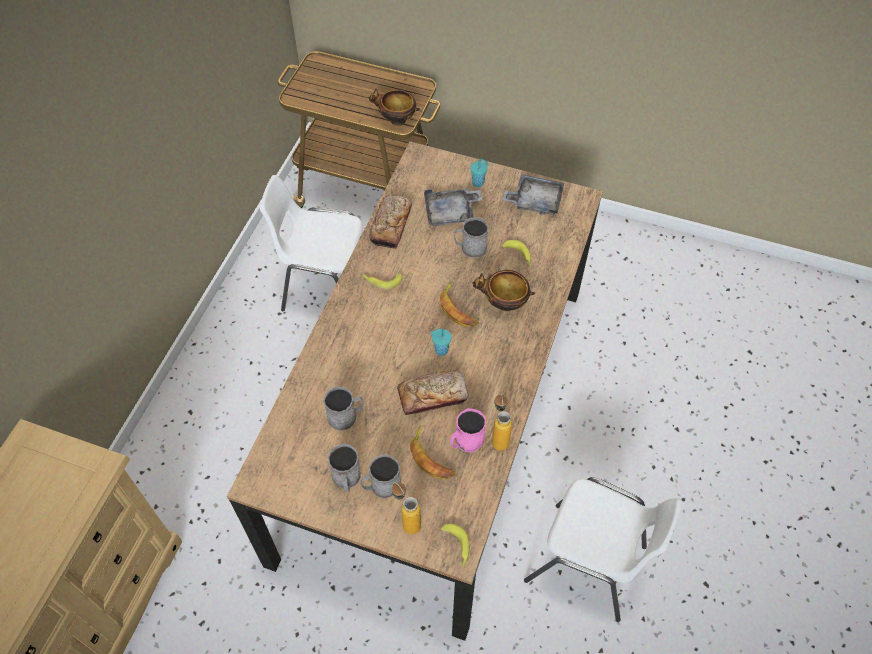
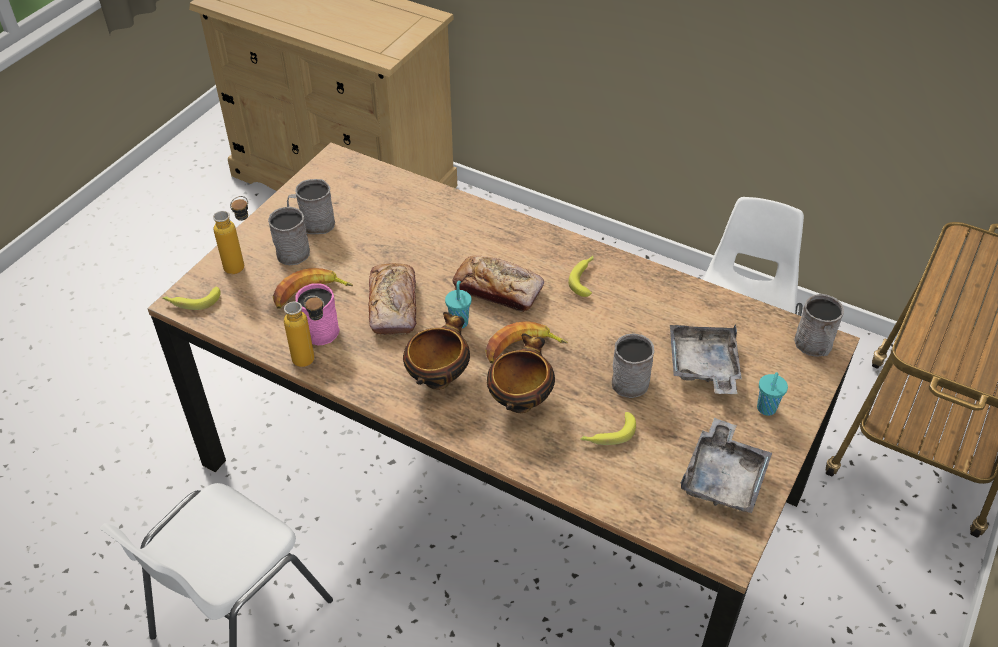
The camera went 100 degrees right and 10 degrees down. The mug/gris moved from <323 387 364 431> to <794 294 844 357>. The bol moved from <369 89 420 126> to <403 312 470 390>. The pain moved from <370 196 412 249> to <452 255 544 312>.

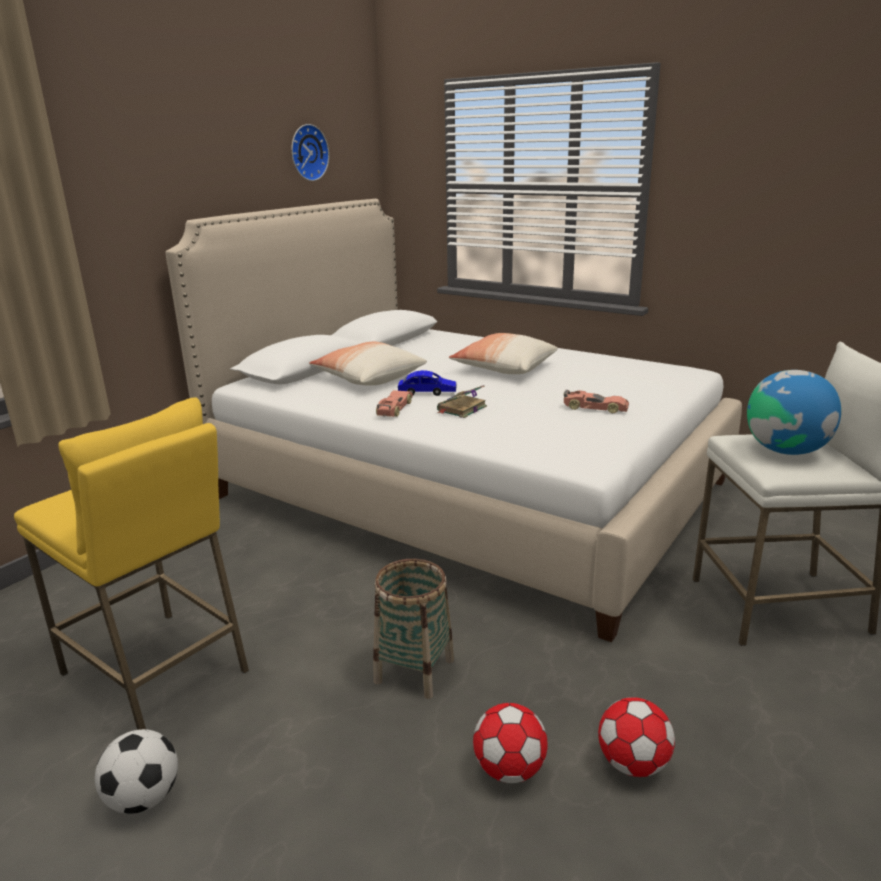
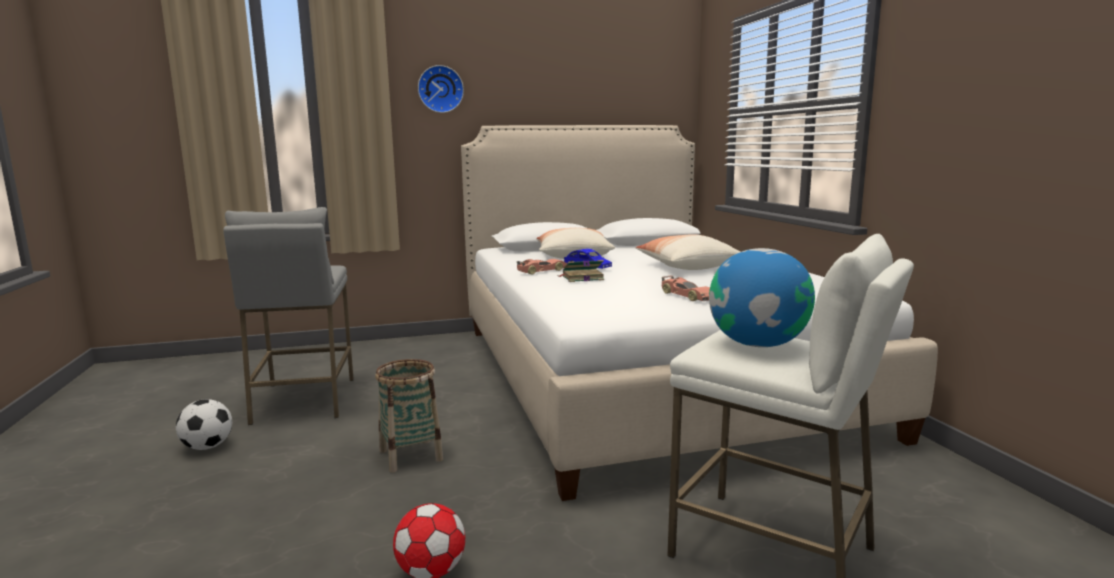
The camera went 40 degrees right and 10 degrees down. The ballon de foot at <473 703 548 783> disappeared. The horloge murale moved from <291 124 329 181> to <418 65 464 113>. The tabouret/jaune at <14 397 249 730> became the tabouret/gris at <223 207 354 425>.

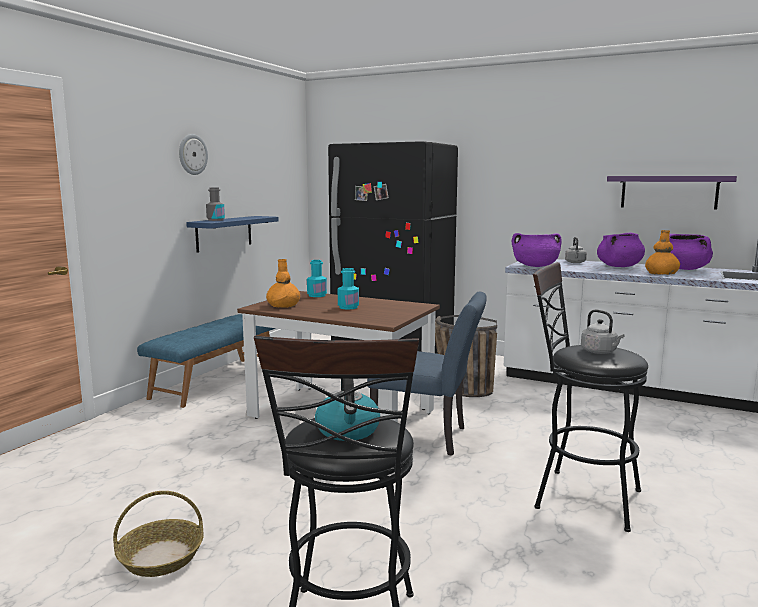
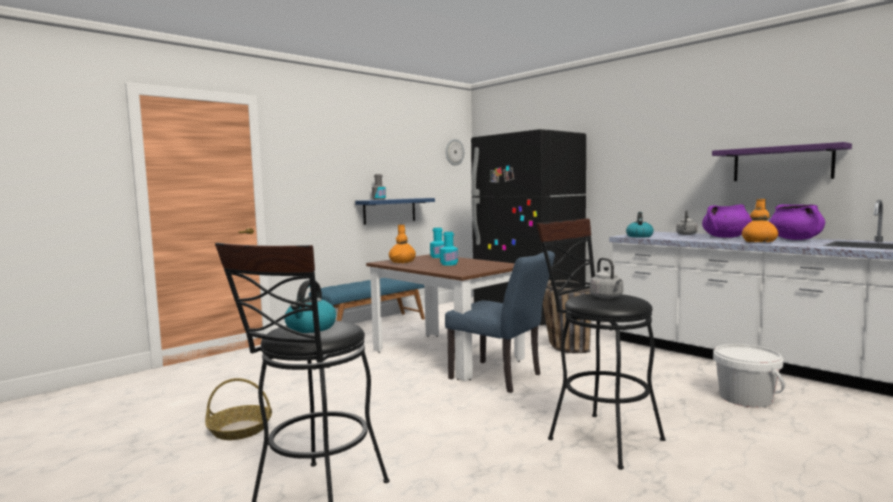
The camera went 20 degrees right and 5 degrees down. The seau/blanc at <713 344 785 408> appeared. The horloge murale moved from <179 134 208 175> to <446 139 465 166>. The marmite/violet at <512 233 562 267> was replaced by the bouilloire at <626 212 654 238>.

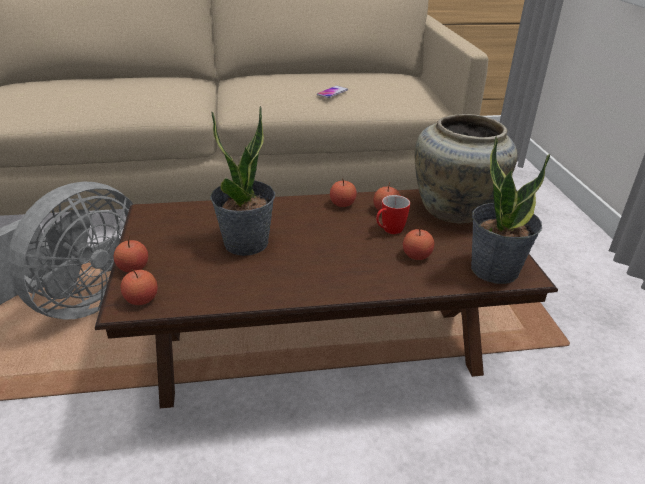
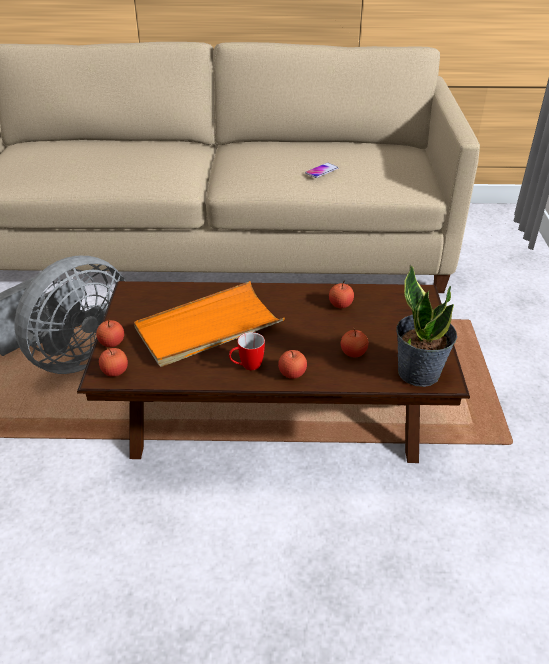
The camera went 10 degrees right and 5 degrees up. The vase/beige at <414 114 518 223> disappeared. The pomme moved from <330 178 357 207> to <278 350 307 379>. The mug moved from <376 195 410 234> to <229 332 265 370>. The plante en pot at <210 106 275 256> was replaced by the plateau/orange at <134 281 285 366>.

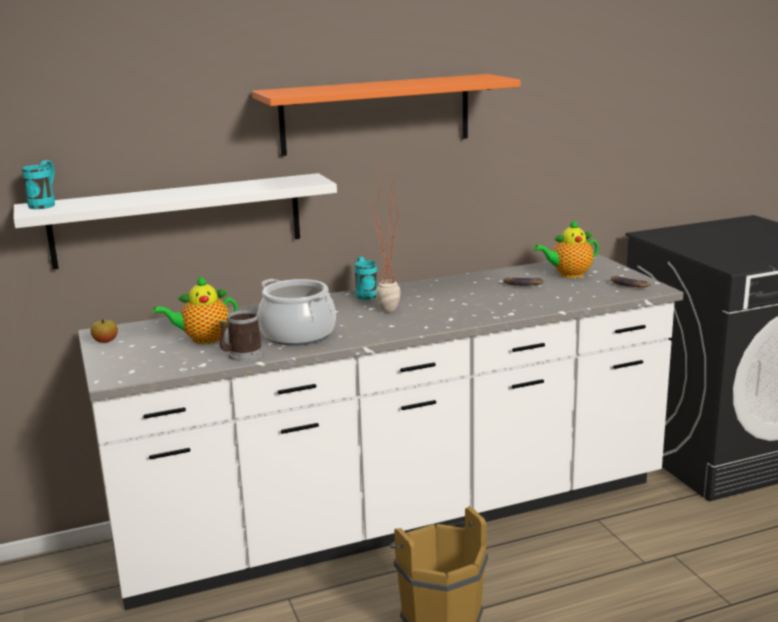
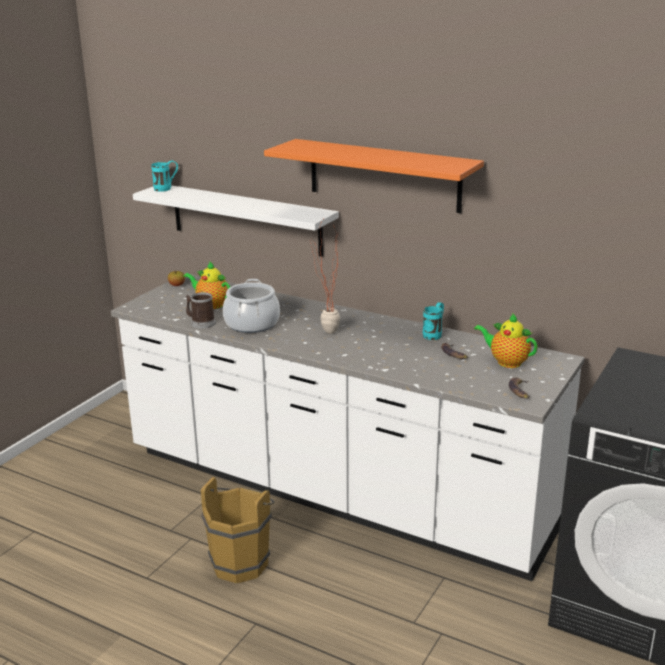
The camera went 50 degrees right and 5 degrees up. The mug/turquoise moved from <354 256 377 300> to <423 302 444 340>.

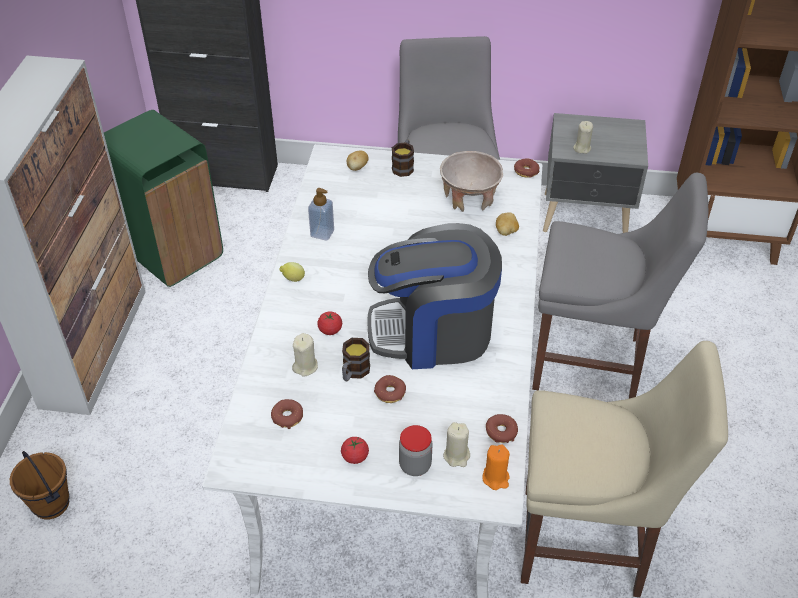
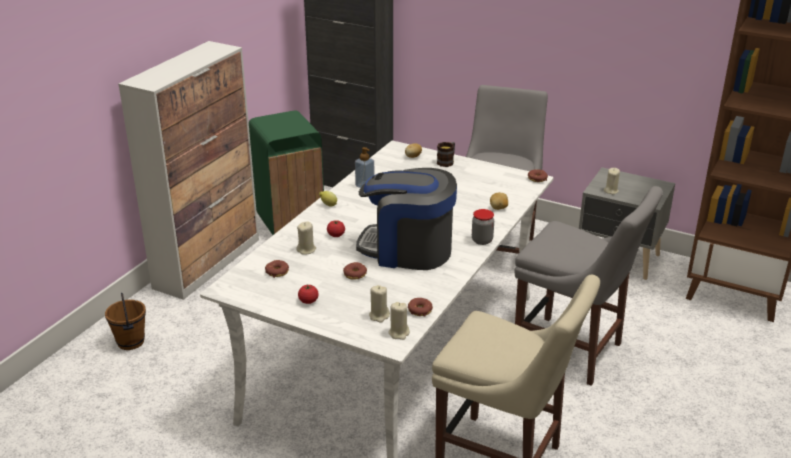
The camera went 20 degrees right and 15 degrees down. The mug at <342 338 370 381> disappeared. The bol/beige at <440 151 503 212> disappeared. The bocal moved from <399 425 433 476> to <472 209 494 245>. The bougie/orange at <482 444 510 490> became the bougie/beige at <388 302 410 340>.

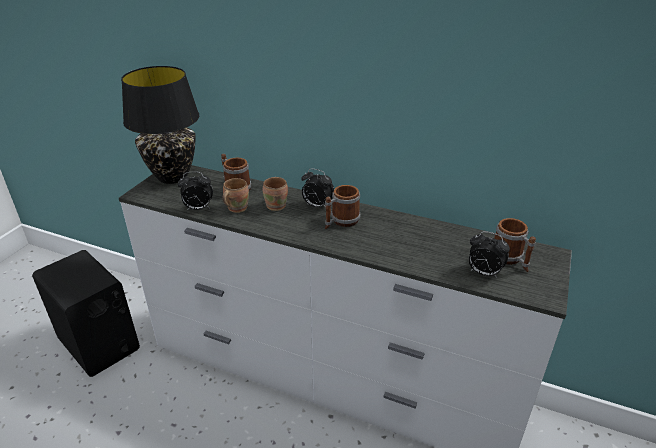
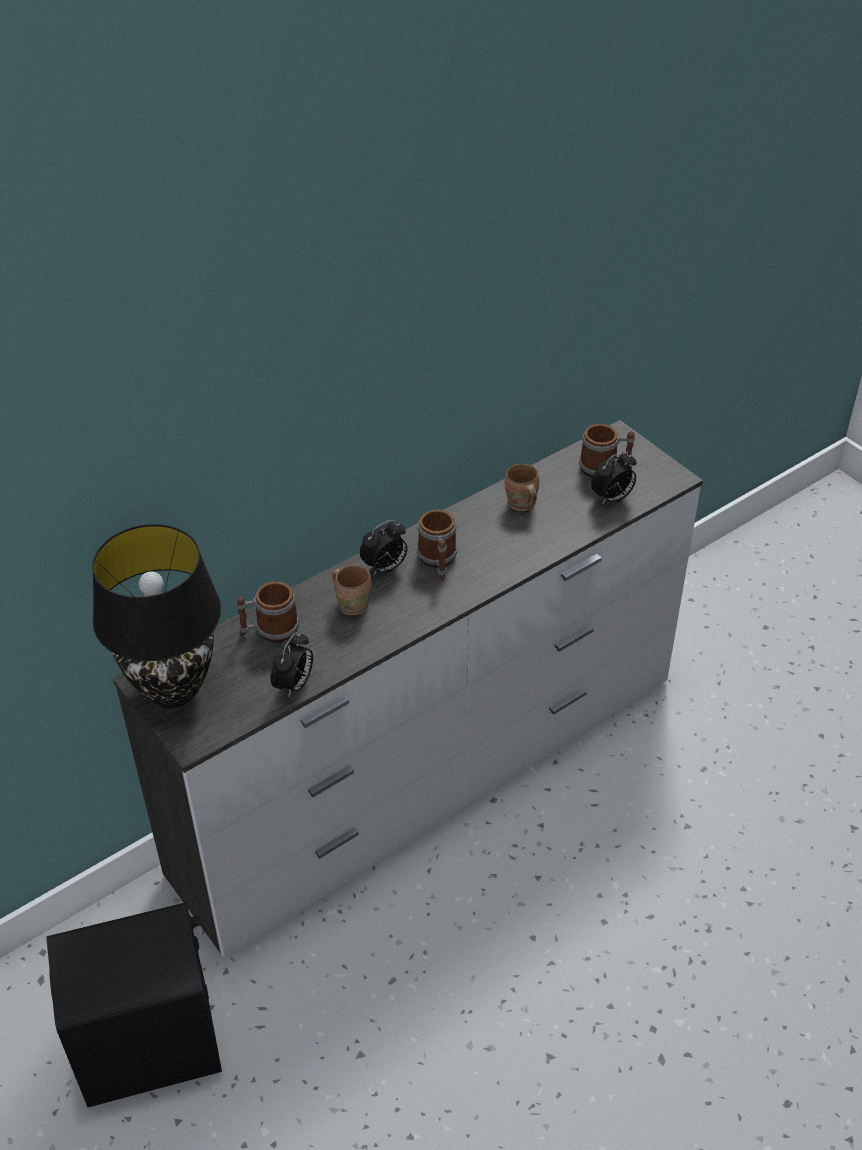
The camera went 60 degrees left and 10 degrees up. The mug/marron moved from <222 178 249 213> to <505 464 539 511>.

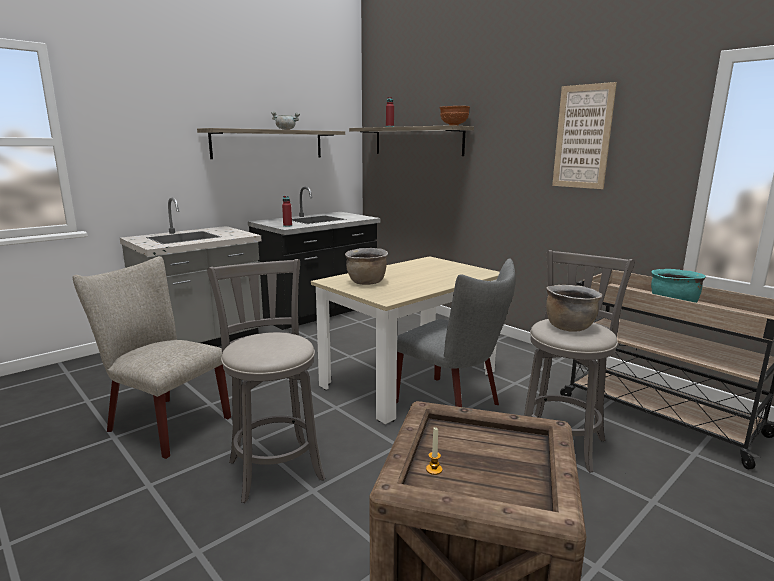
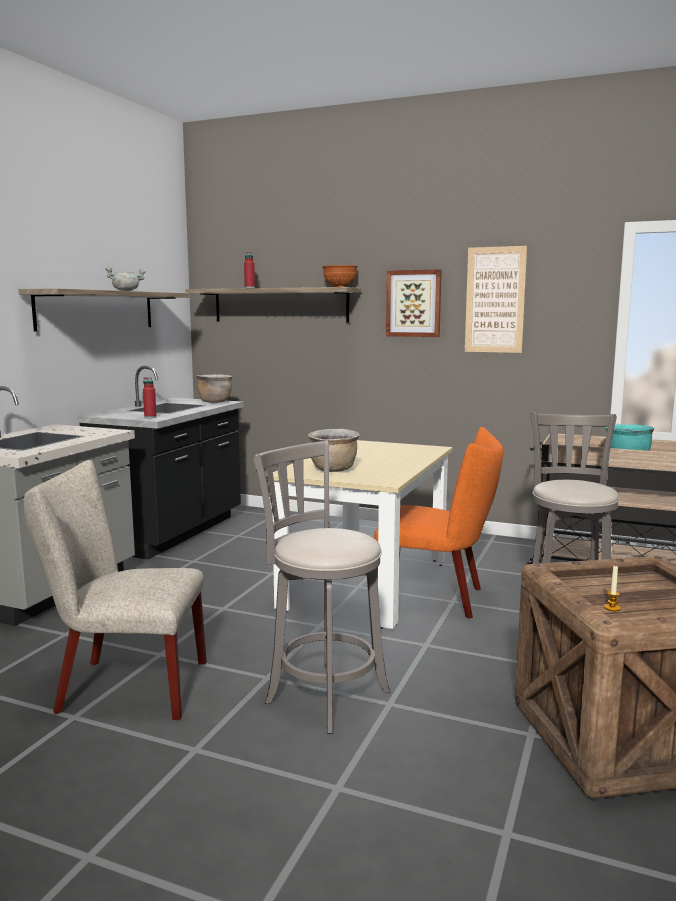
The camera went 25 degrees left and 5 degrees down. The tableau at <386 269 442 337> appeared. The marmite/marron moved from <546 285 602 332> to <196 374 233 403>. The chaise/gris at <396 258 516 407> became the chaise/orange at <374 427 504 619>.

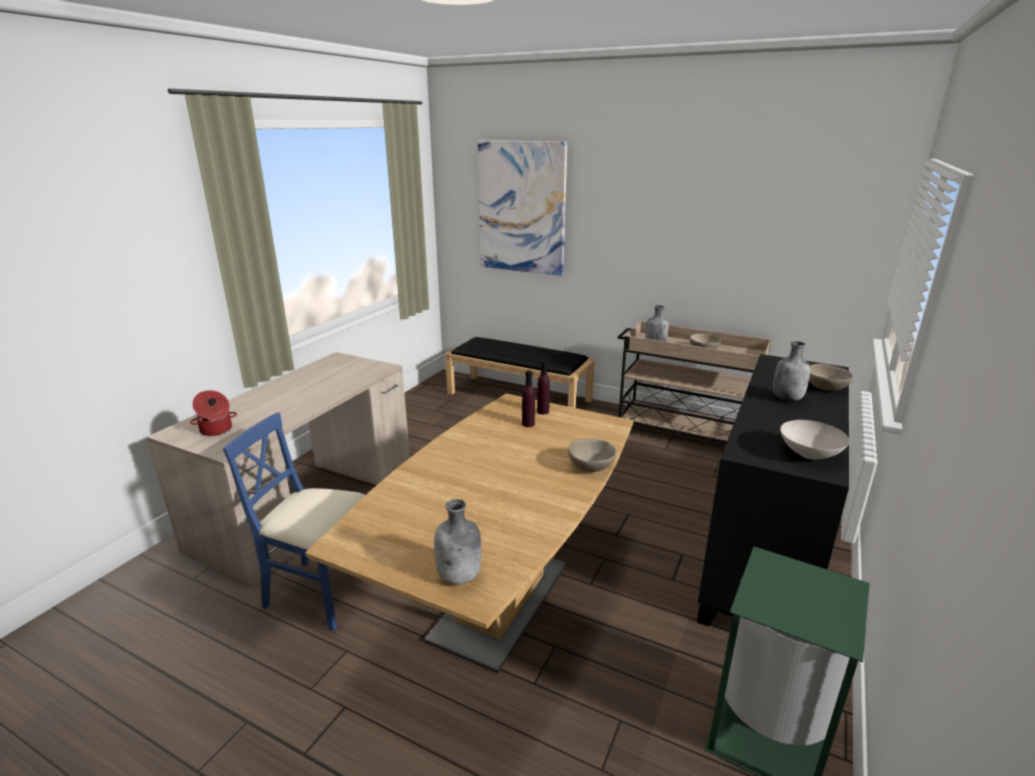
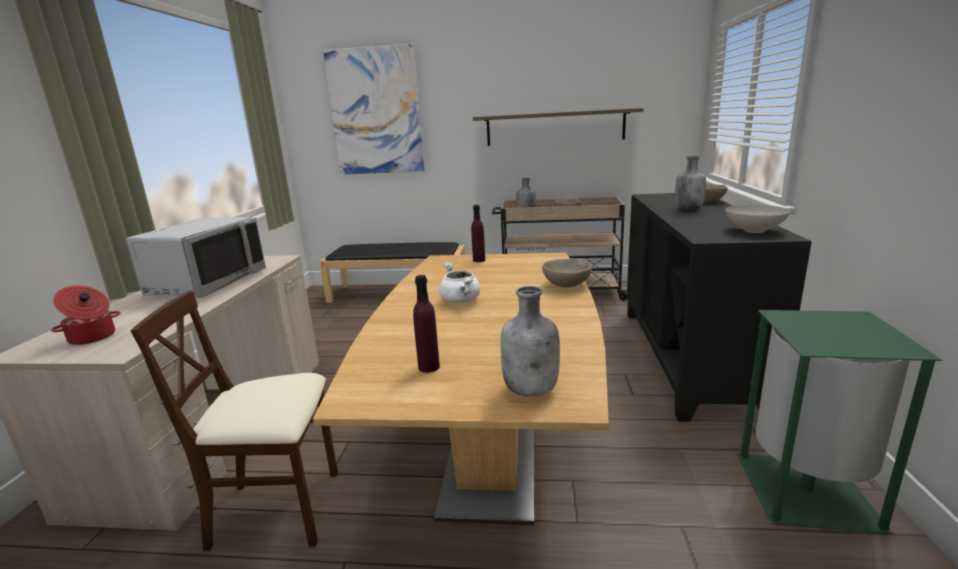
The camera went 20 degrees left and 5 degrees down. The micro-ondes/gris at <126 217 266 298> appeared. The marmite/blanc at <439 262 480 303> appeared. The étagère at <473 108 644 146> appeared. The bouteille/violet moved from <522 370 535 427> to <413 275 440 373>. The chaise/bleu at <223 412 365 631> became the chaise/beige at <131 290 338 552>.

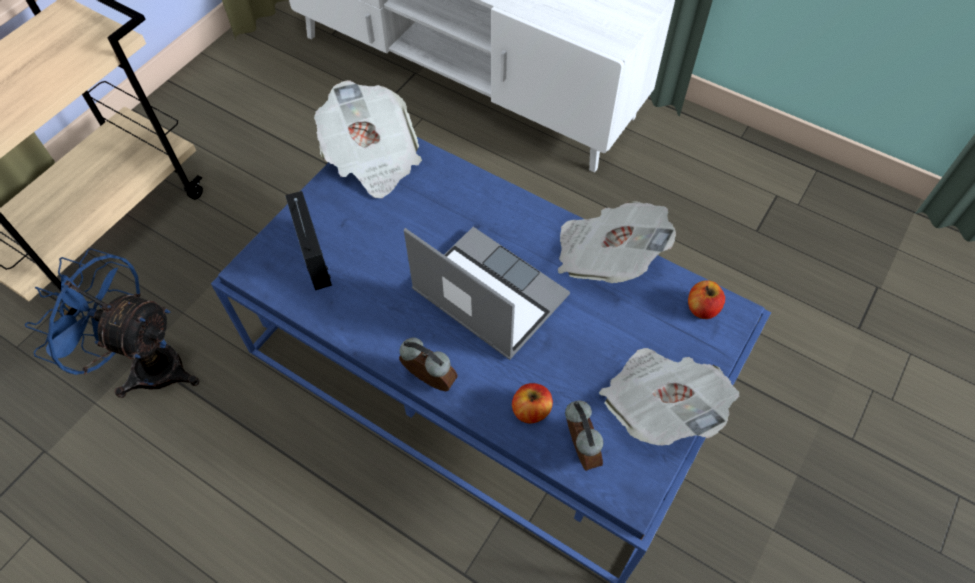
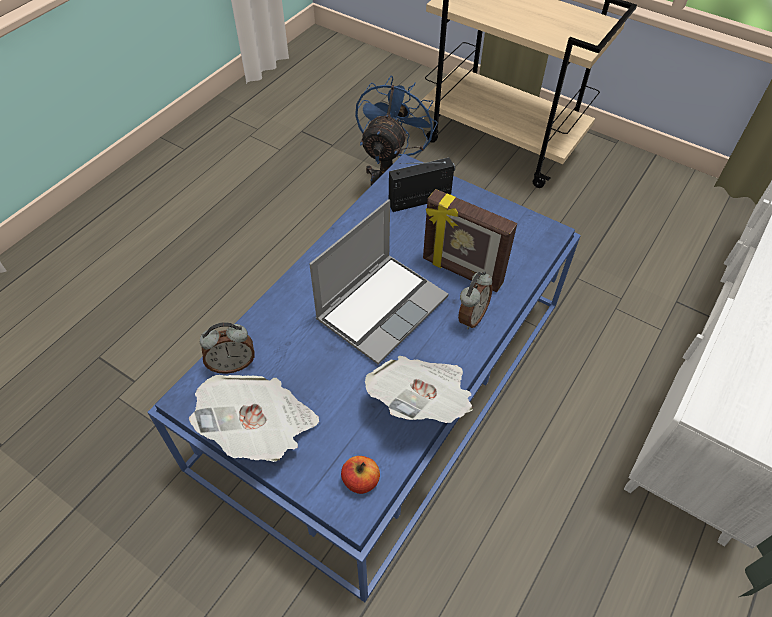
The camera went 90 degrees right and 5 degrees down. The journal at <314 80 422 198> disappeared. The pomme at <512 383 553 423> disappeared. The cadre photo at <423 189 517 292> appeared. The réveil moved from <399 338 457 391> to <458 271 492 329>.

